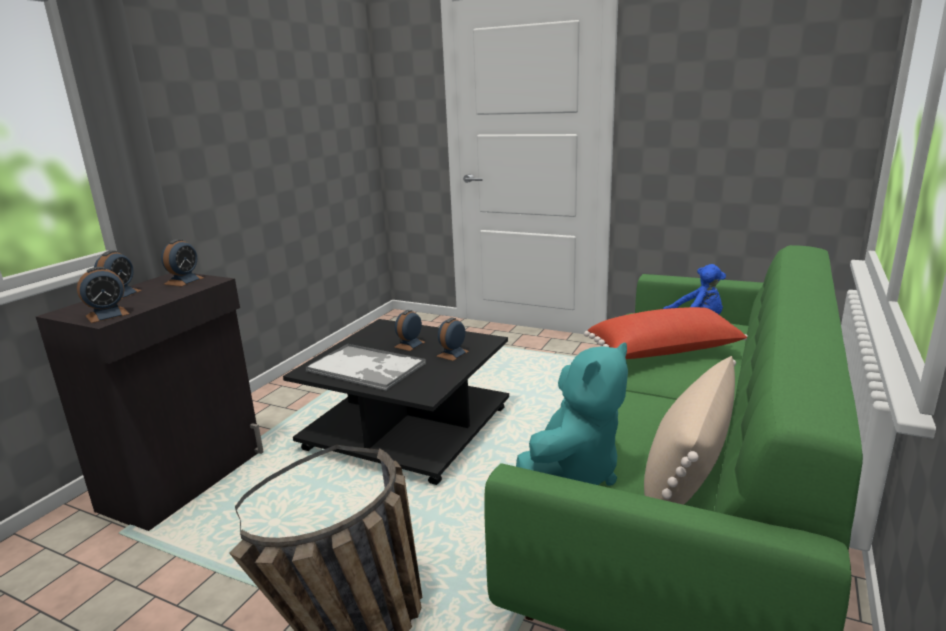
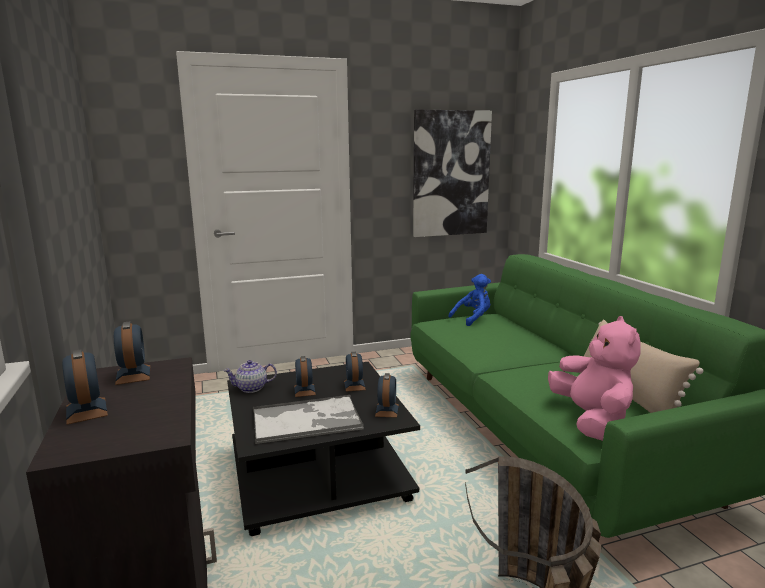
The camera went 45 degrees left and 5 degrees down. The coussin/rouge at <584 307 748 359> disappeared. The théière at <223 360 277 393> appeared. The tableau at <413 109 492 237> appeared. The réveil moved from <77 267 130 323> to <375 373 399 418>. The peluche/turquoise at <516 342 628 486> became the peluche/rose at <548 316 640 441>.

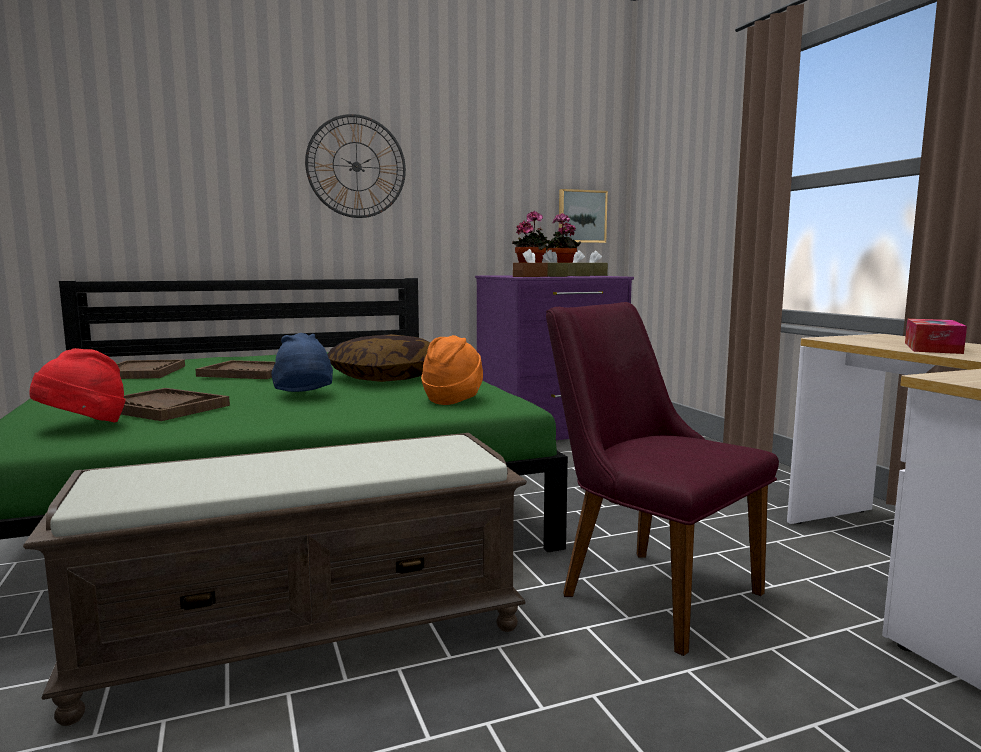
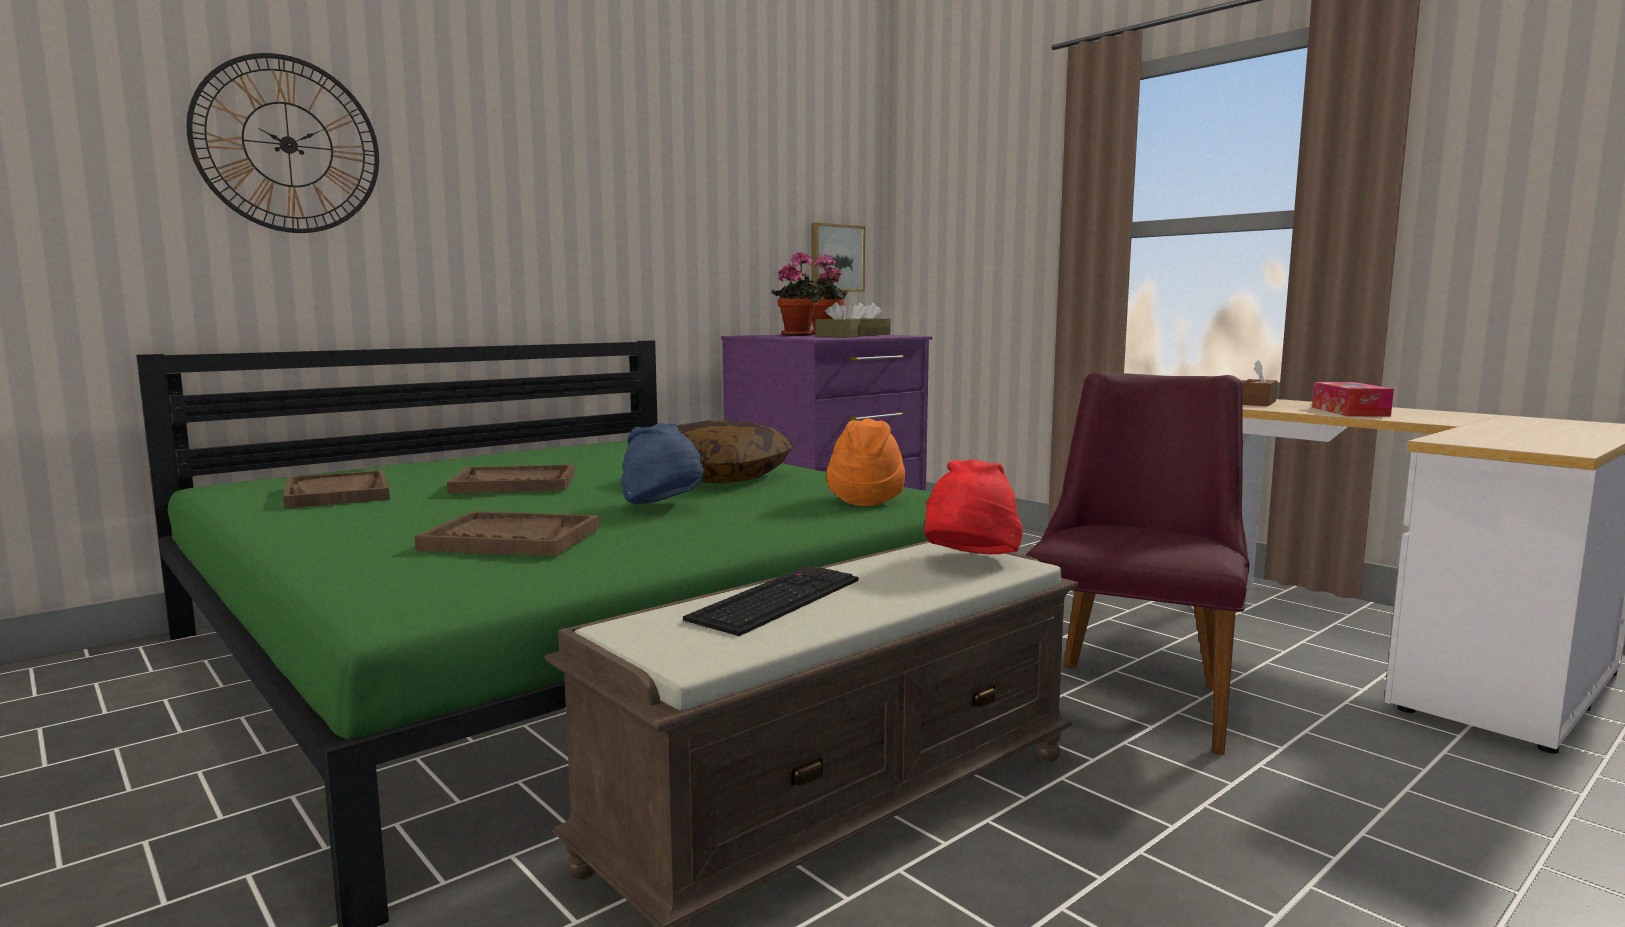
The camera went 20 degrees left and 0 degrees up. The clavier at <683 566 858 636> appeared. The chapeau/rouge moved from <29 348 126 422> to <924 460 1023 554>. The horloge murale moved from <305 114 406 218> to <186 53 379 233>. The boîte à mouchoirs/marron moved from <513 249 548 277> to <1241 360 1278 406>. The chaise/violet at <546 302 779 656> turned 90 degrees clockwise.

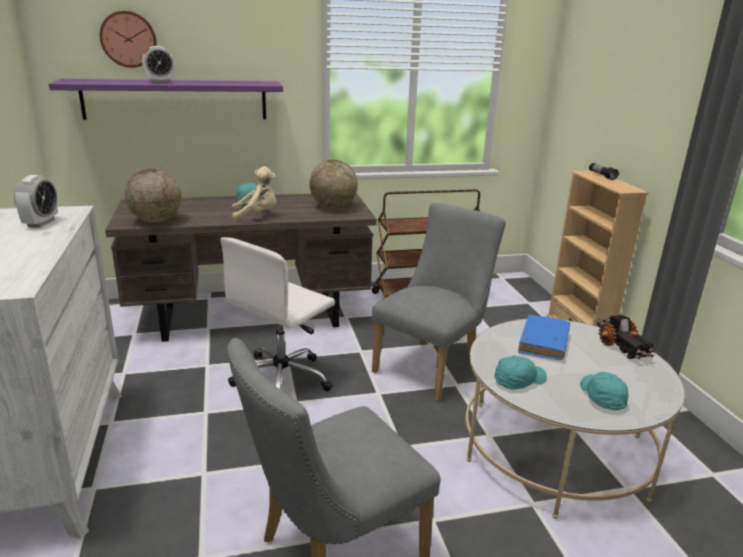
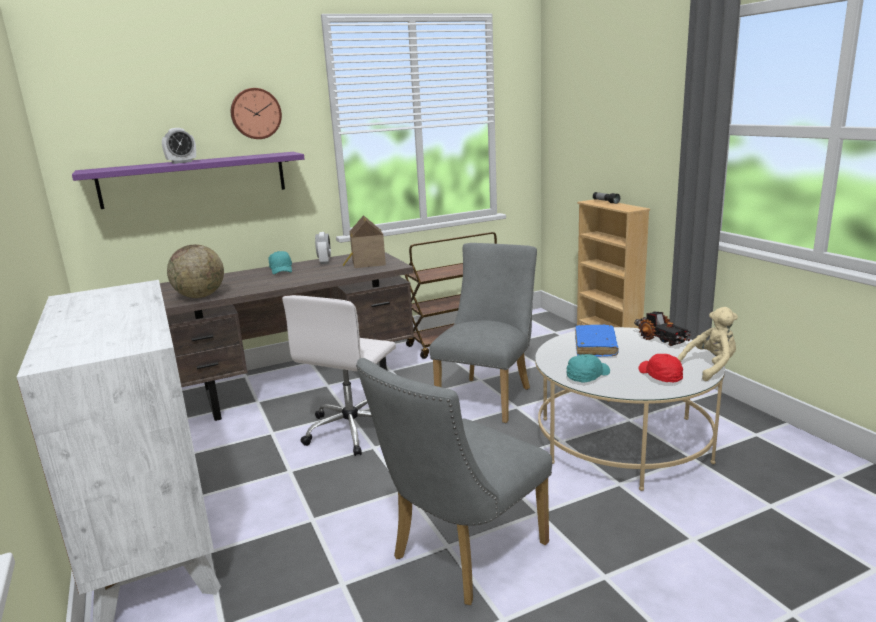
The camera went 10 degrees left and 5 degrees down. The réveil moved from <14 175 58 228> to <315 232 331 264>. The horloge murale moved from <100 11 157 68> to <231 88 282 139>. The peluche/beige moved from <232 166 276 222> to <677 307 738 381>. The globe at <309 160 358 209> was replaced by the maison miniature at <343 215 386 268>. The casquette/turquoise at <580 372 629 410> became the casquette/rouge at <639 354 683 382>.

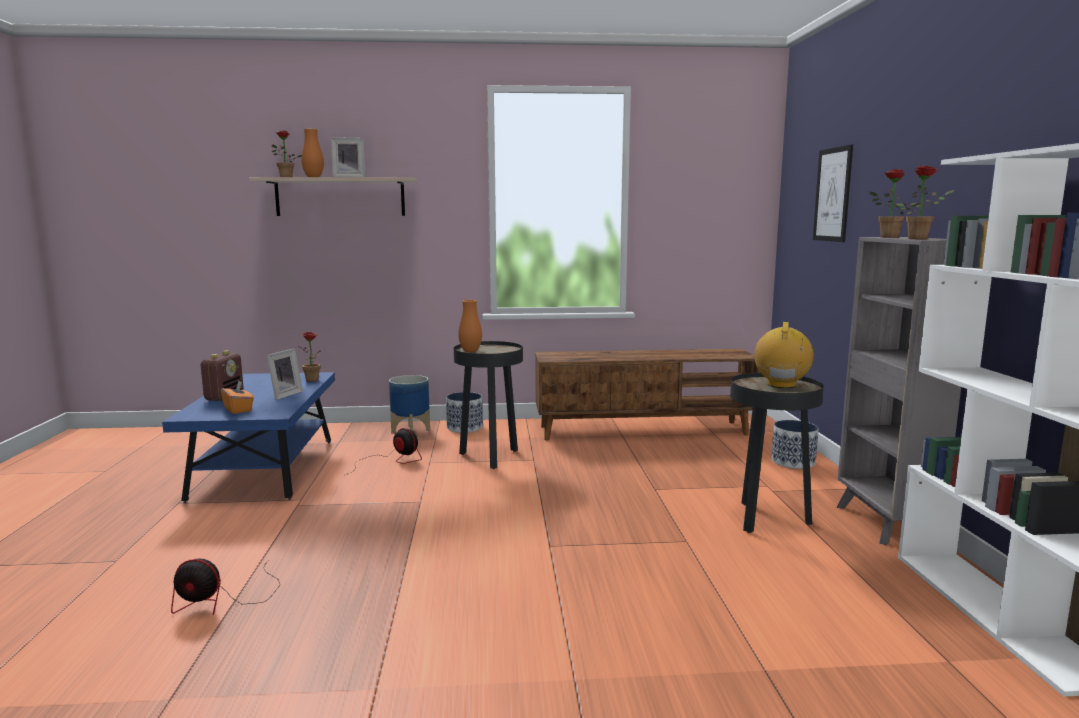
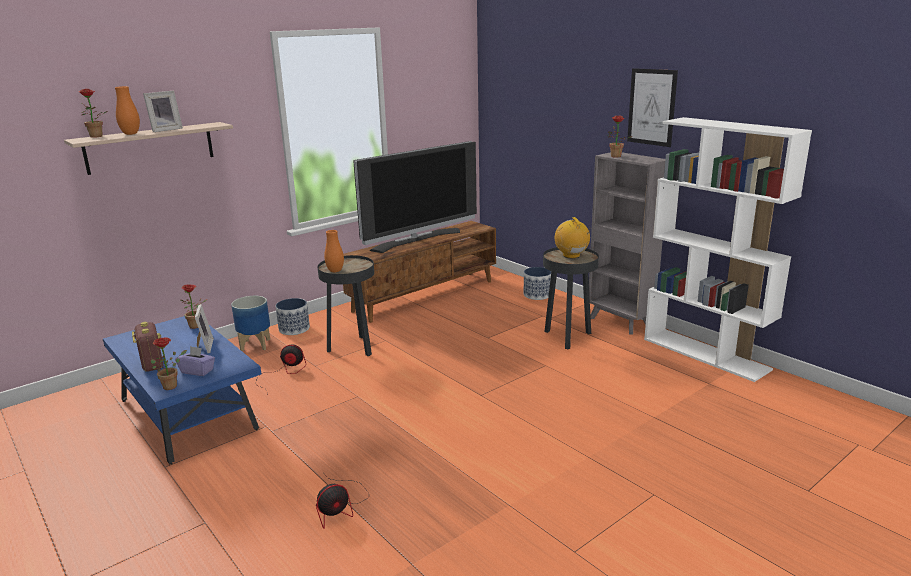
The camera went 35 degrees left and 10 degrees up. The téléviseur at <353 141 477 253> appeared. The tableau moved from <813 145 853 242> to <627 68 678 147>. The plante en pot moved from <897 166 955 239> to <151 338 187 390>. The boîte à mouchoirs/orange at <221 381 254 414> became the boîte à mouchoirs/violet at <175 346 215 376>.

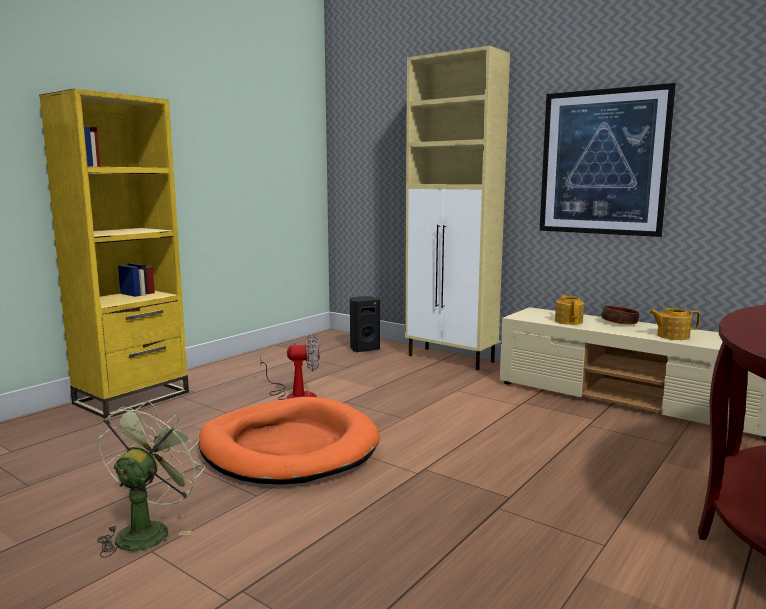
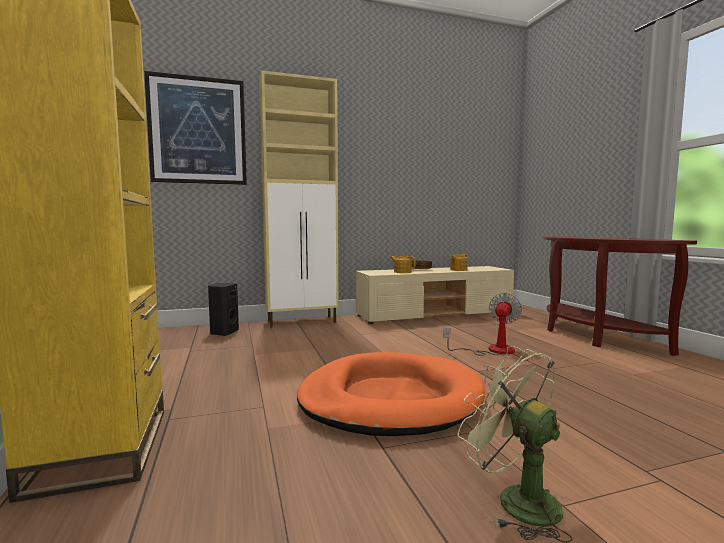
The camera went 55 degrees left and 5 degrees down. The ventilateur moved from <260 334 319 400> to <443 293 522 356>. The tableau moved from <540 83 676 237> to <144 71 247 185>.

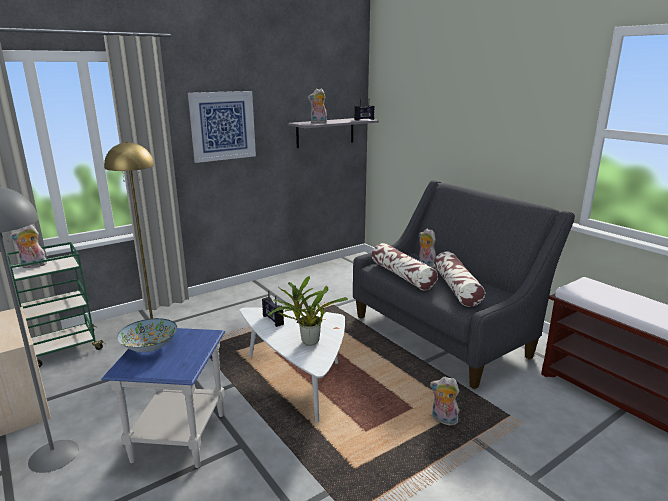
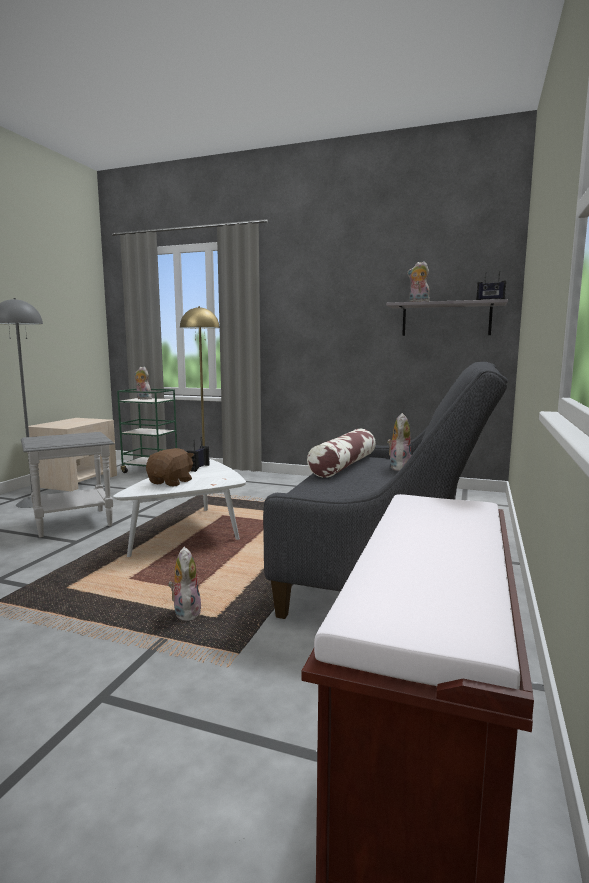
The camera went 55 degrees right and 10 degrees down. The bol at <117 318 177 352> disappeared. The tableau at <188 91 256 163> disappeared. The coussin at <434 251 485 307> disappeared. The plante en pot at <268 276 348 346> was replaced by the peluche/marron at <146 448 194 487>. The table d'appoint/bleu at <101 328 225 468> became the table d'appoint/gris at <21 432 115 537>.

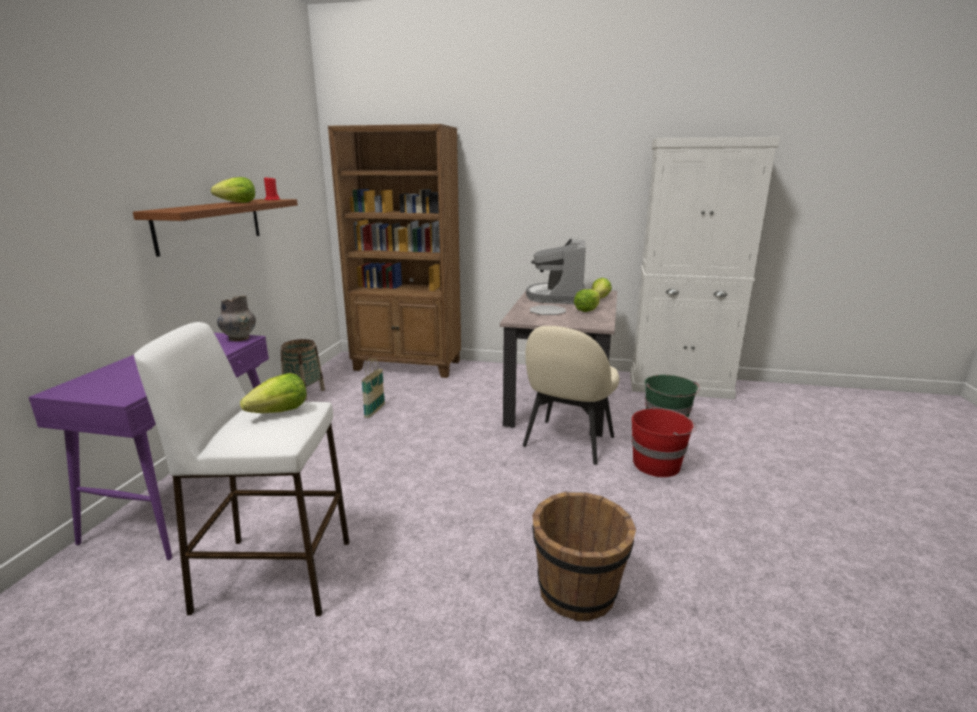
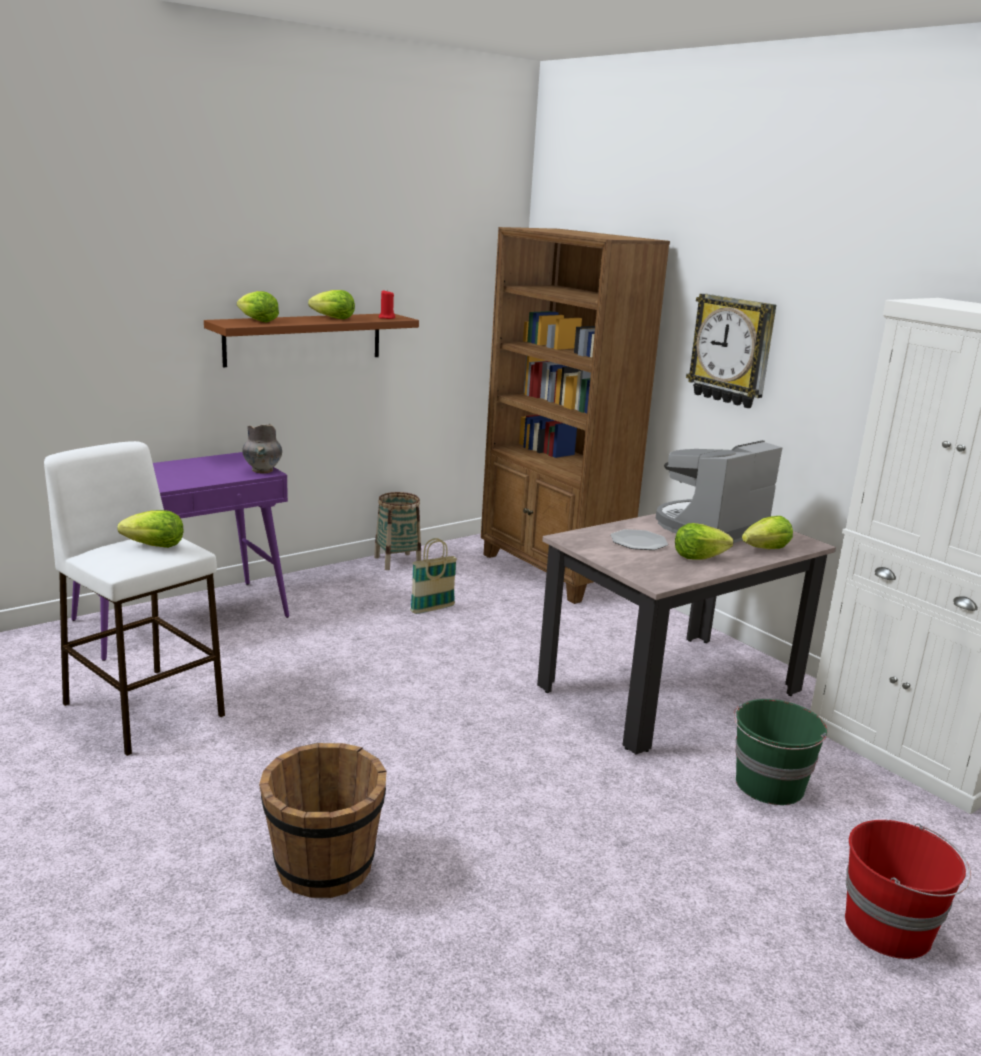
The camera went 40 degrees right and 0 degrees up. The chaise/beige at <523 326 619 465> disappeared. The laitue at <237 291 279 322> appeared. The horloge murale at <686 293 776 408> appeared. The seau/rouge moved from <632 407 697 477> to <845 820 971 959>.

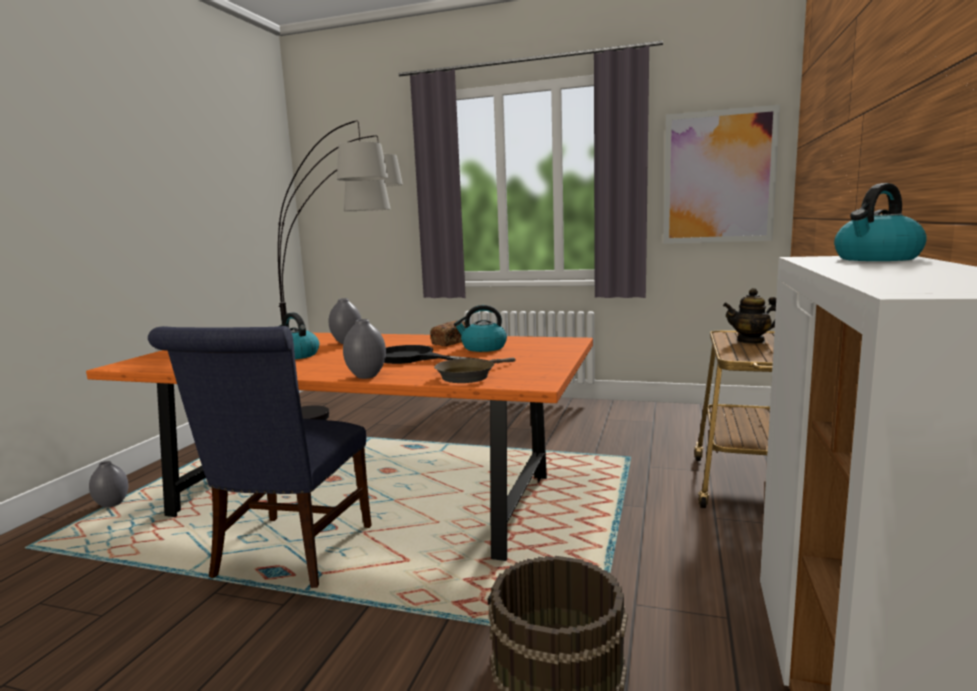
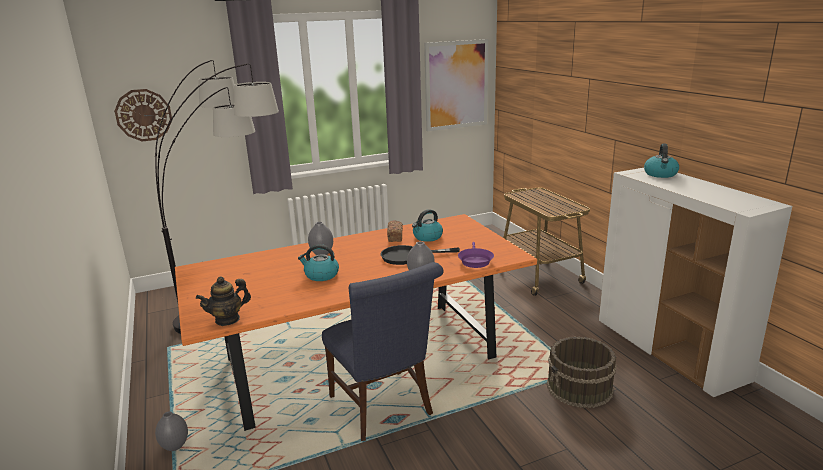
The camera went 40 degrees left and 10 degrees up. The horloge murale at <114 89 172 141> appeared. The théière moved from <723 288 776 344> to <196 276 251 326>. The poêle/marron at <434 358 515 383> became the poêle/violet at <458 242 494 268>.

